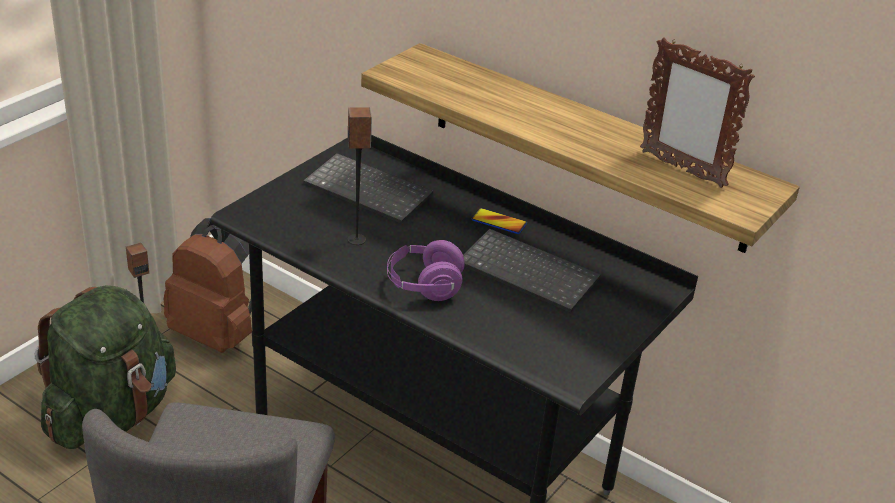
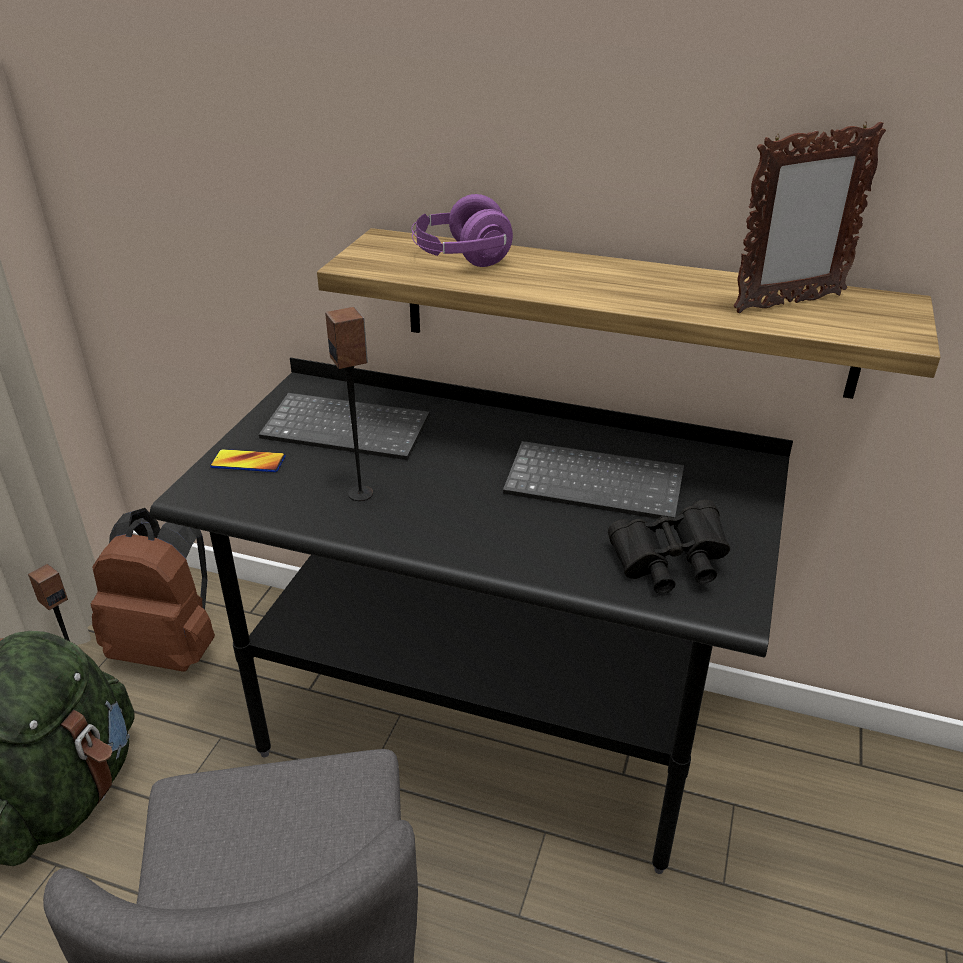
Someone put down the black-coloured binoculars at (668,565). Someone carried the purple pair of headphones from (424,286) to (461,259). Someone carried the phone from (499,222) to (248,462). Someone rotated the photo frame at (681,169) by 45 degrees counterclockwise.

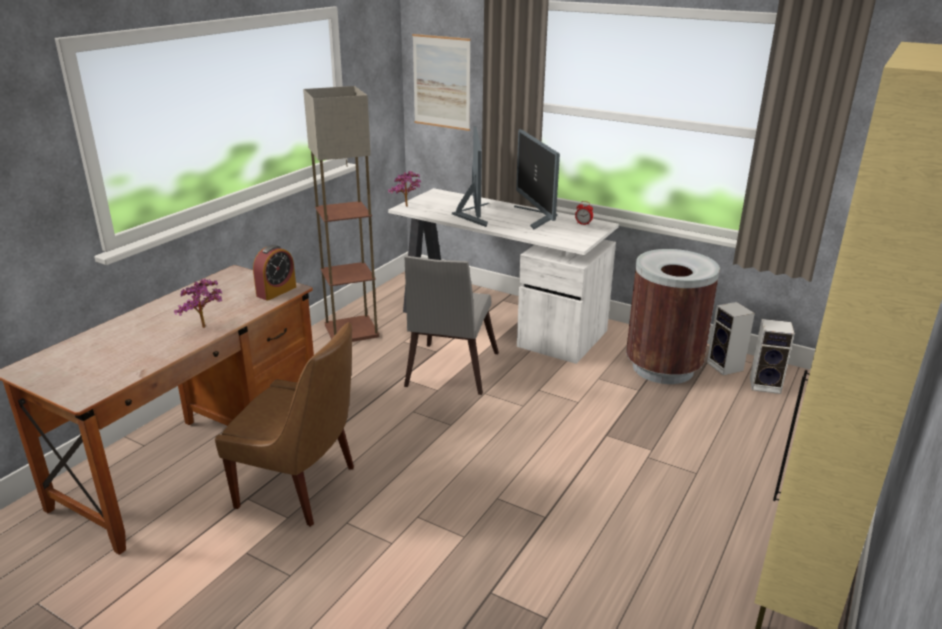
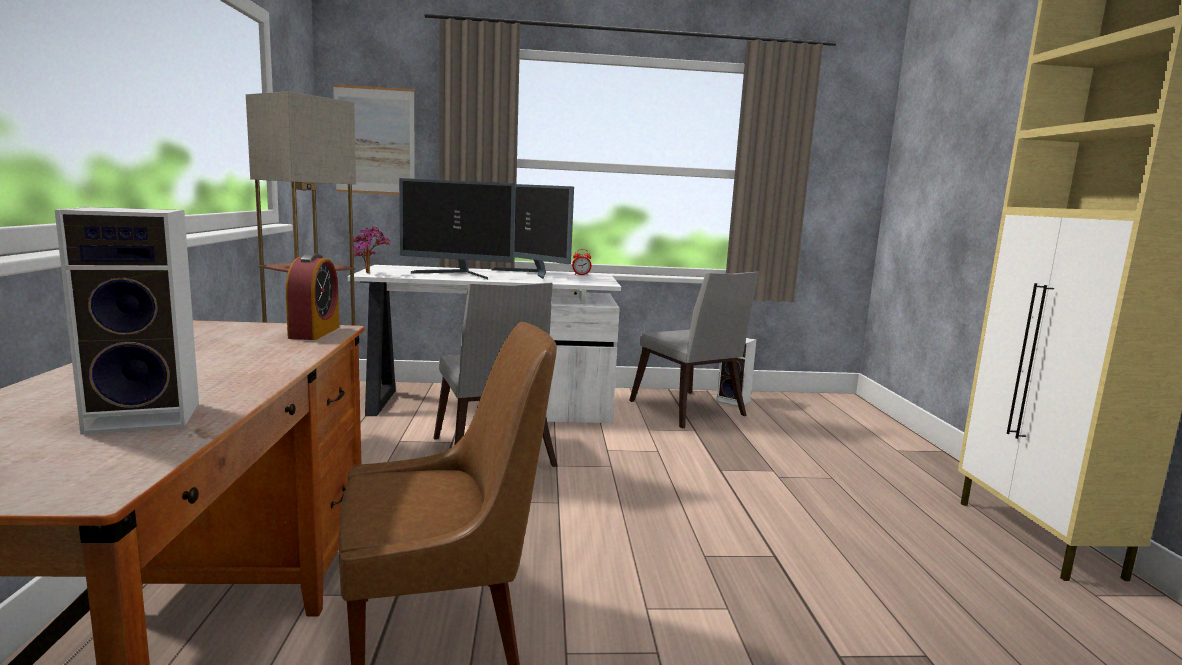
Someone took away the houseplant at (205,328). Someone carried the speaker from (766,385) to (149,416). Someone swapped the brown-coloured rubbish bin at (662,368) for the grey upright chair at (689,411). Someone rotated the computer display at (472,214) by 135 degrees clockwise.

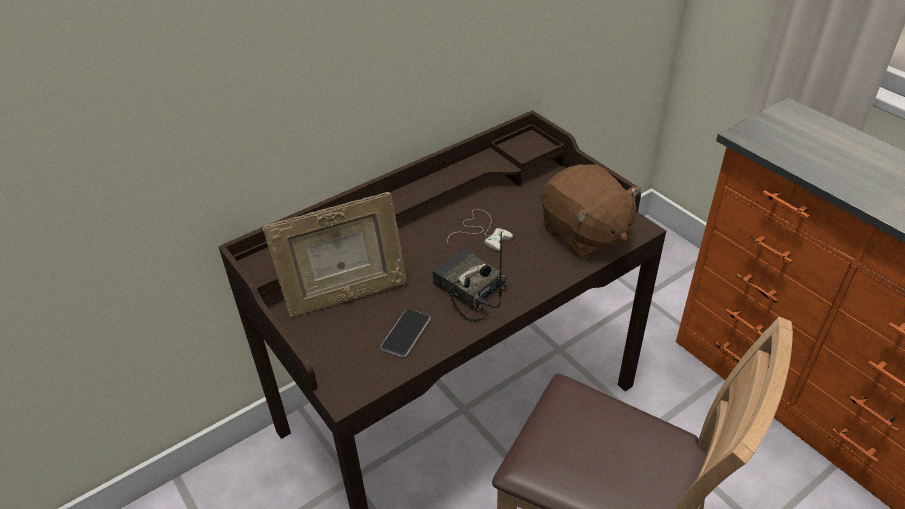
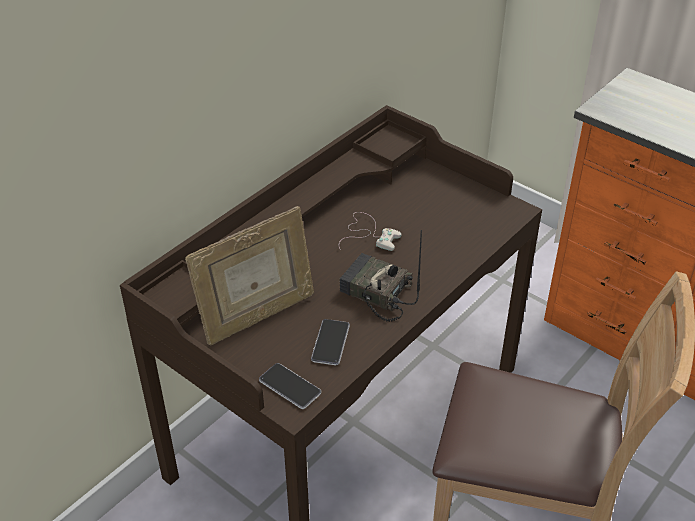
Someone took away the brown-coloured cuddly toy at (584,234). Someone put down the phone at (290,386).

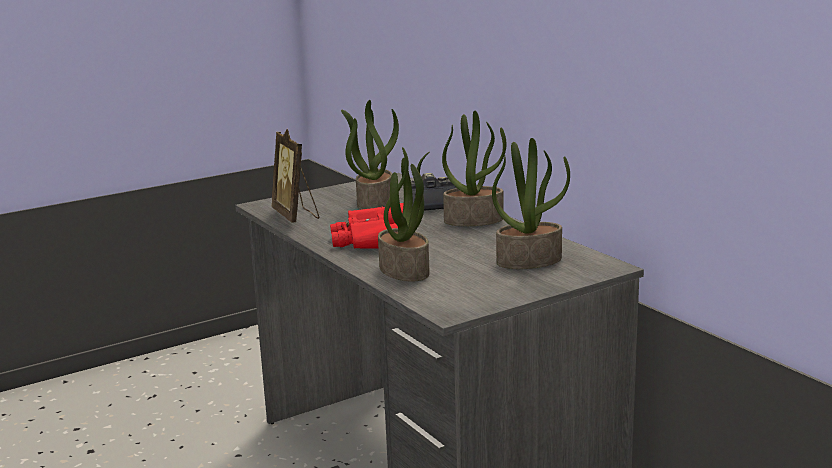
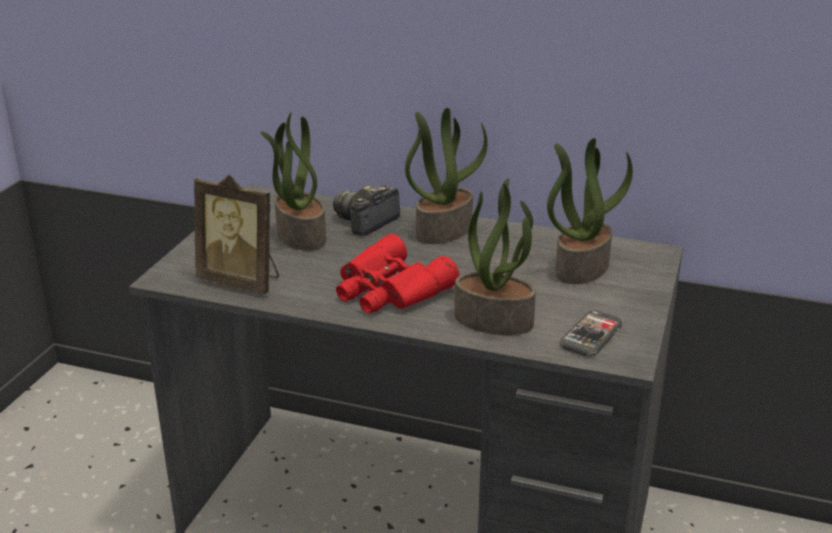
Someone put down the phone at (591,336).

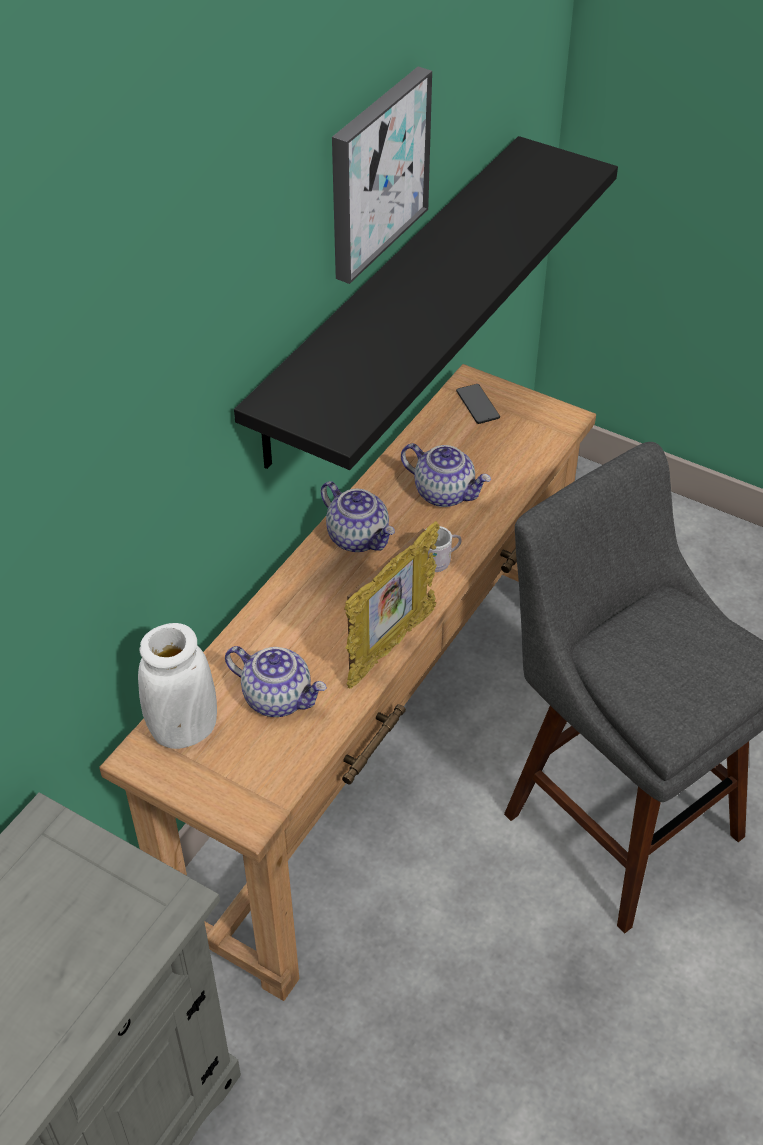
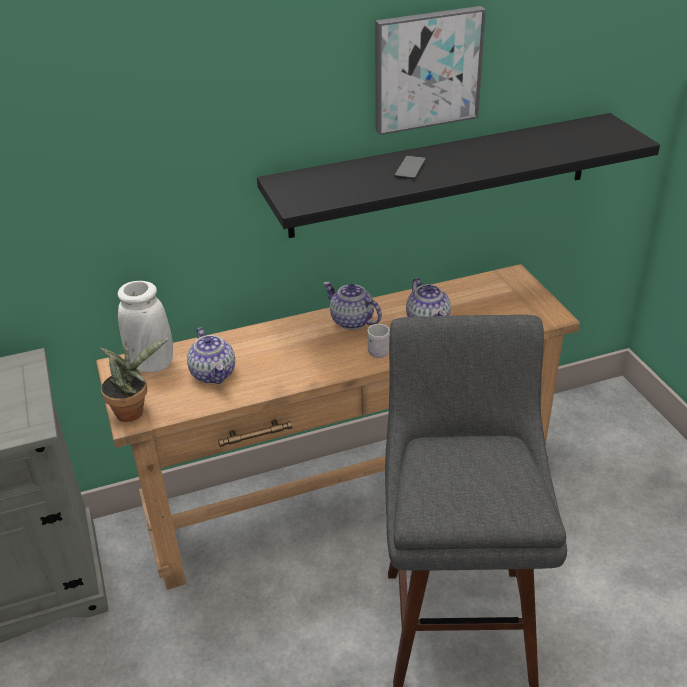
Someone took away the photo frame at (390,647). Someone put down the houseplant at (133,410). Someone carried the phone from (477,405) to (410,168). Someone rotated the teapot at (359,537) by 135 degrees clockwise.

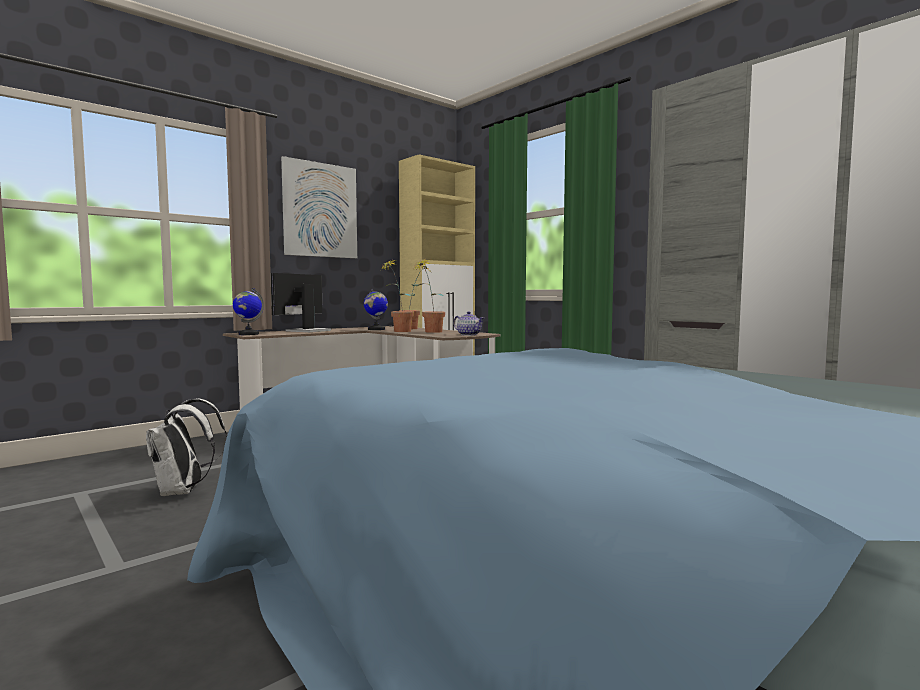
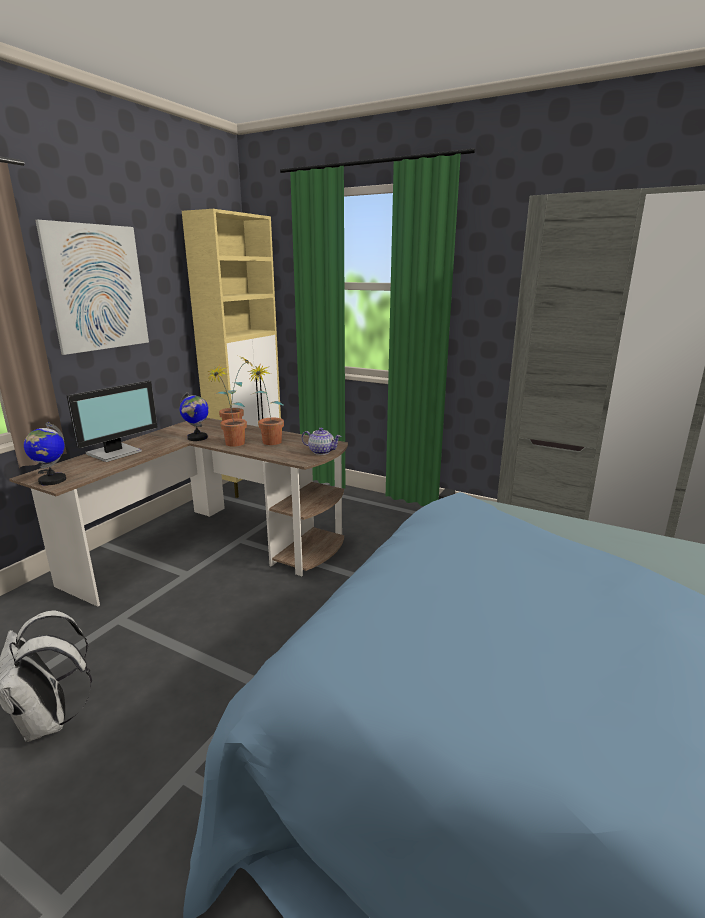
Someone rotated the computer display at (306,330) by 150 degrees counterclockwise.

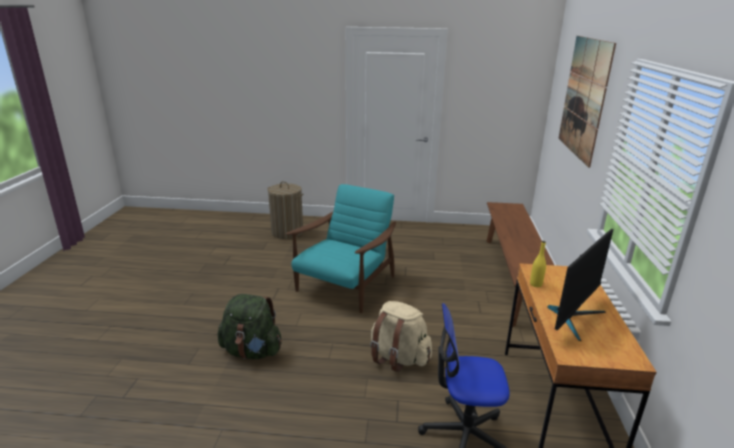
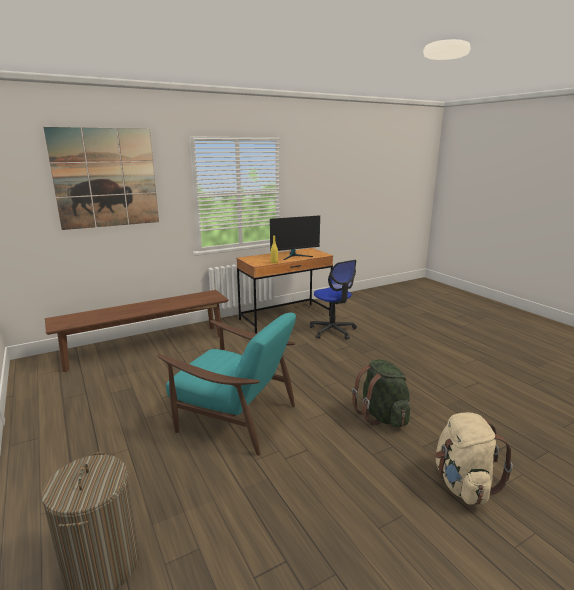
Someone carried the beige rucksack from (398,357) to (462,484). Someone rotated the blue-green lounge chair at (345,285) by 150 degrees counterclockwise. Someone rotated the computer display at (573,317) by 150 degrees clockwise.

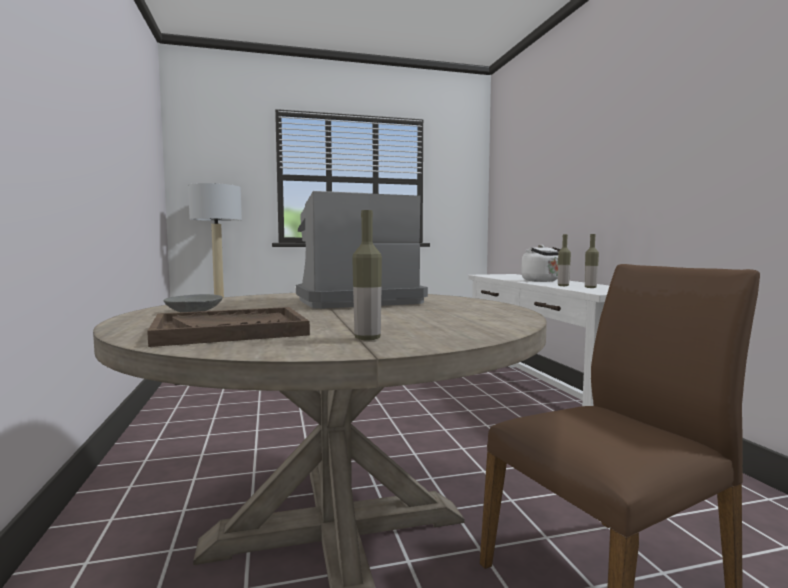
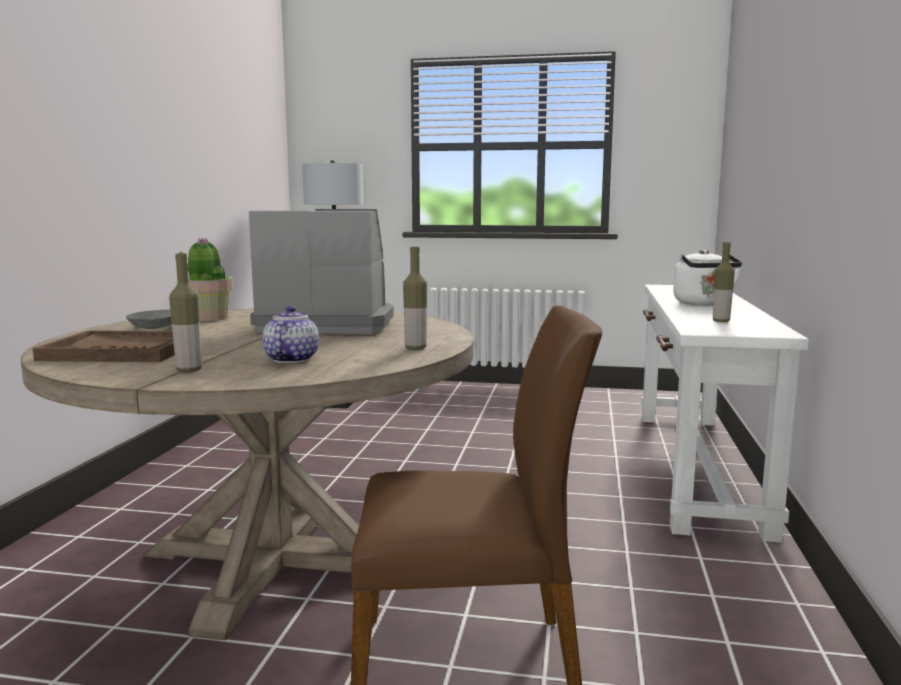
Someone put down the houseplant at (209,318). Someone put down the teapot at (290,359). Someone carried the drink bottle from (563,286) to (415,348).

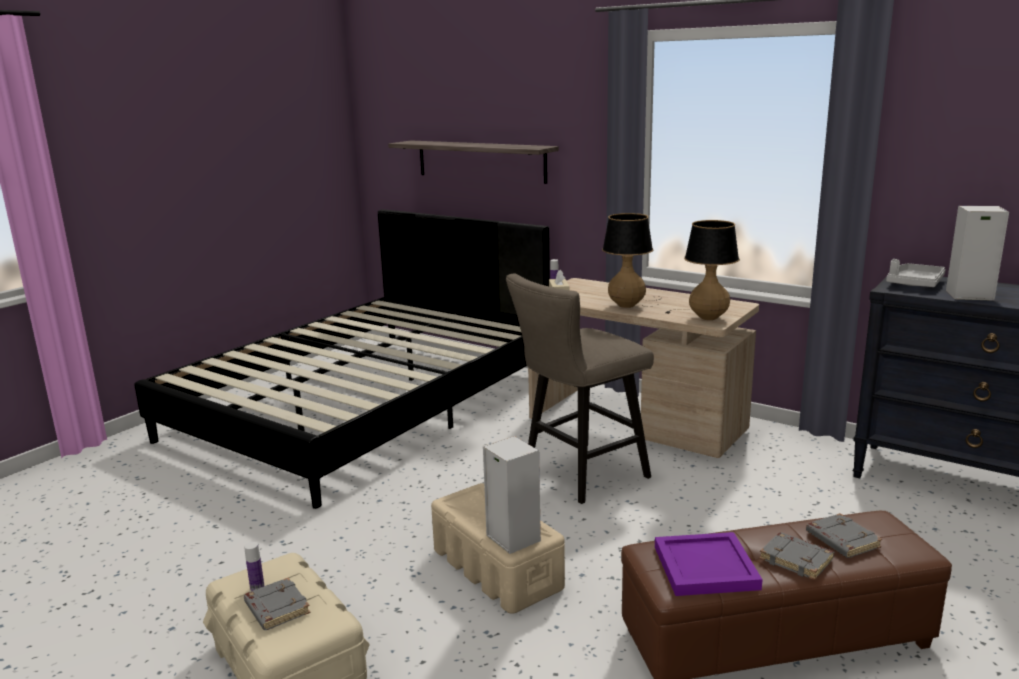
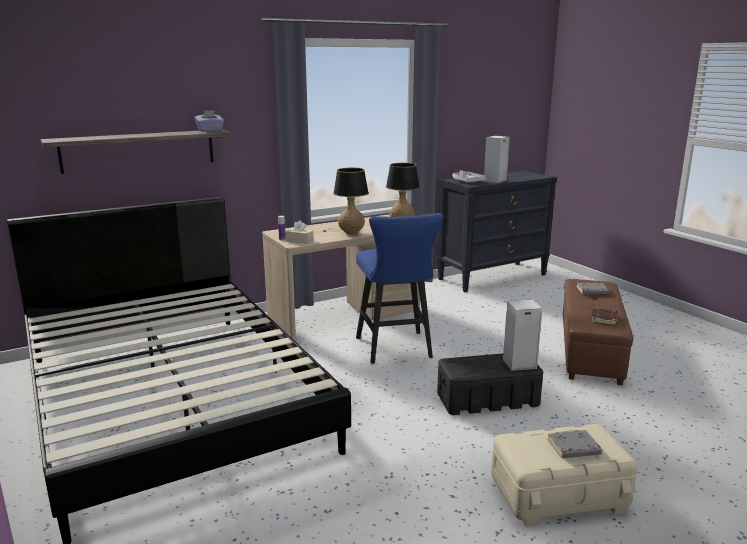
Someone took away the drink bottle at (257,588). Someone took away the grey bound book at (797,560). Someone put down the purple tissue holder at (210,130). Someone swapped the purple carrying tray at (704,568) for the brown-coloured bound book at (604,319). Someone repainted the beige storage container at (497,569), which became the black-coloured storage container at (488,400). Someone repainted the beige stool seat at (578,476), which became the blue-coloured stool seat at (396,350).

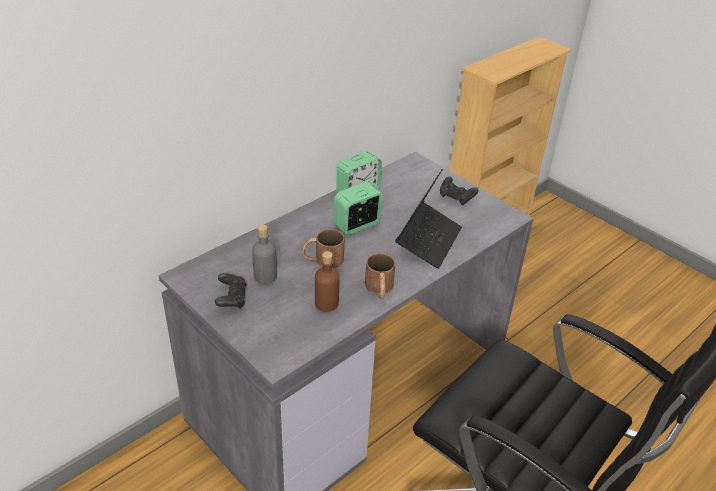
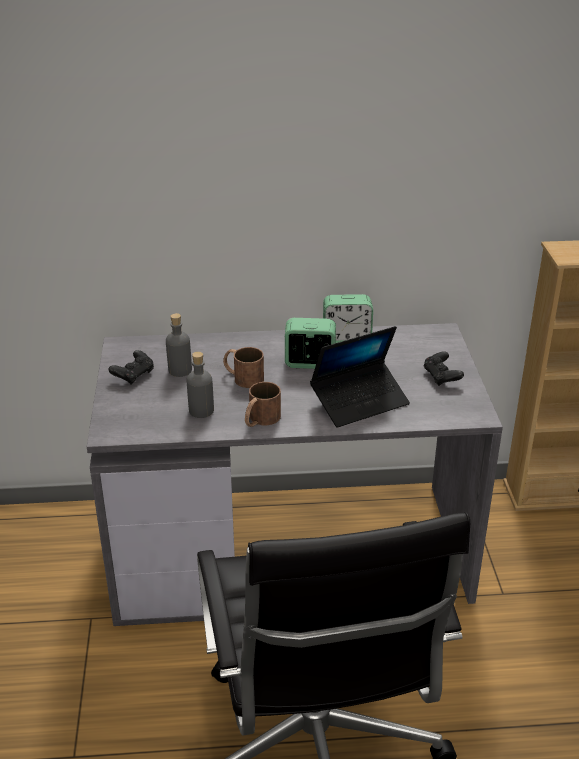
Someone repainted the brown-coloured drink bottle at (326,303), which became the grey drink bottle at (201,411).

